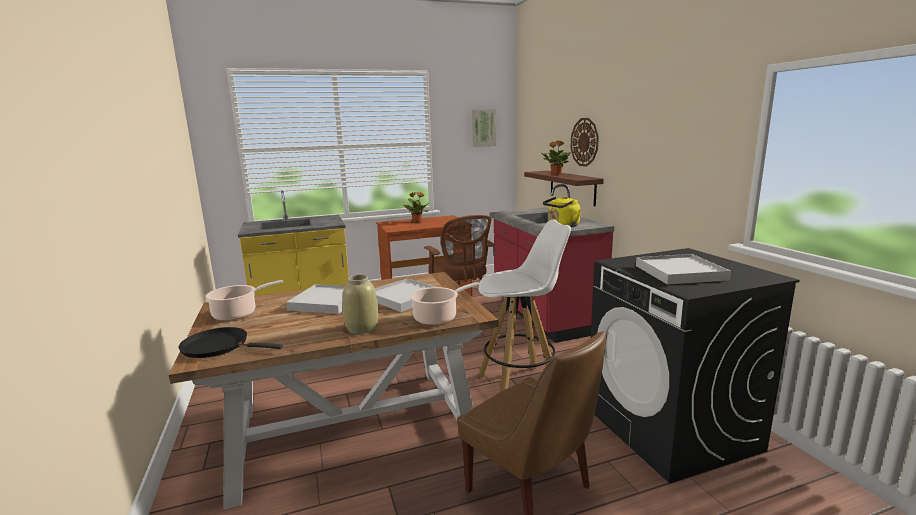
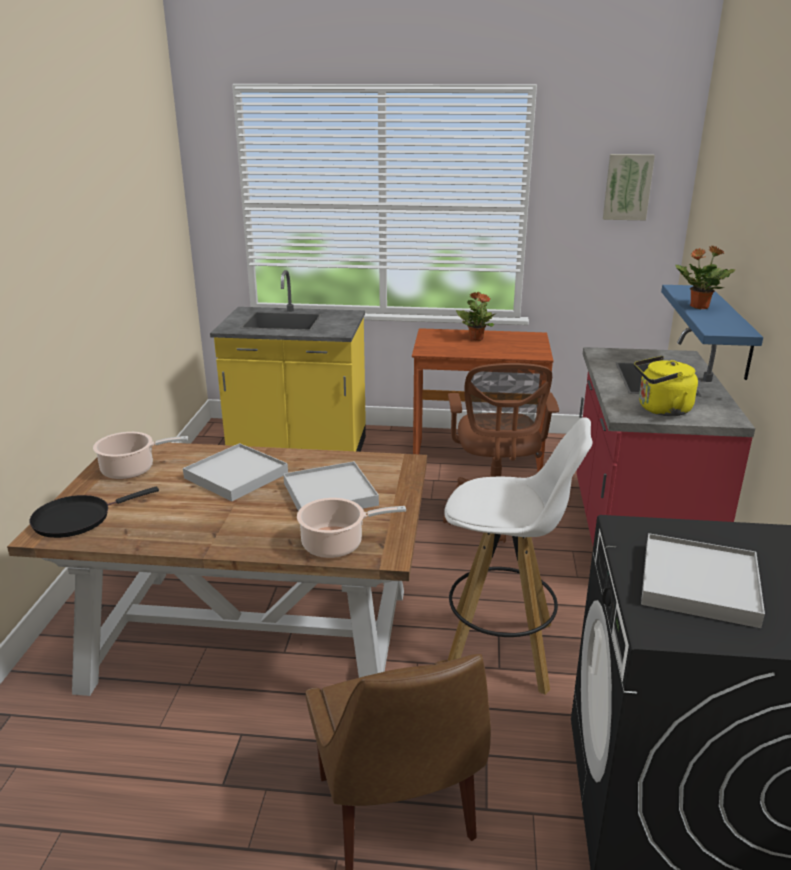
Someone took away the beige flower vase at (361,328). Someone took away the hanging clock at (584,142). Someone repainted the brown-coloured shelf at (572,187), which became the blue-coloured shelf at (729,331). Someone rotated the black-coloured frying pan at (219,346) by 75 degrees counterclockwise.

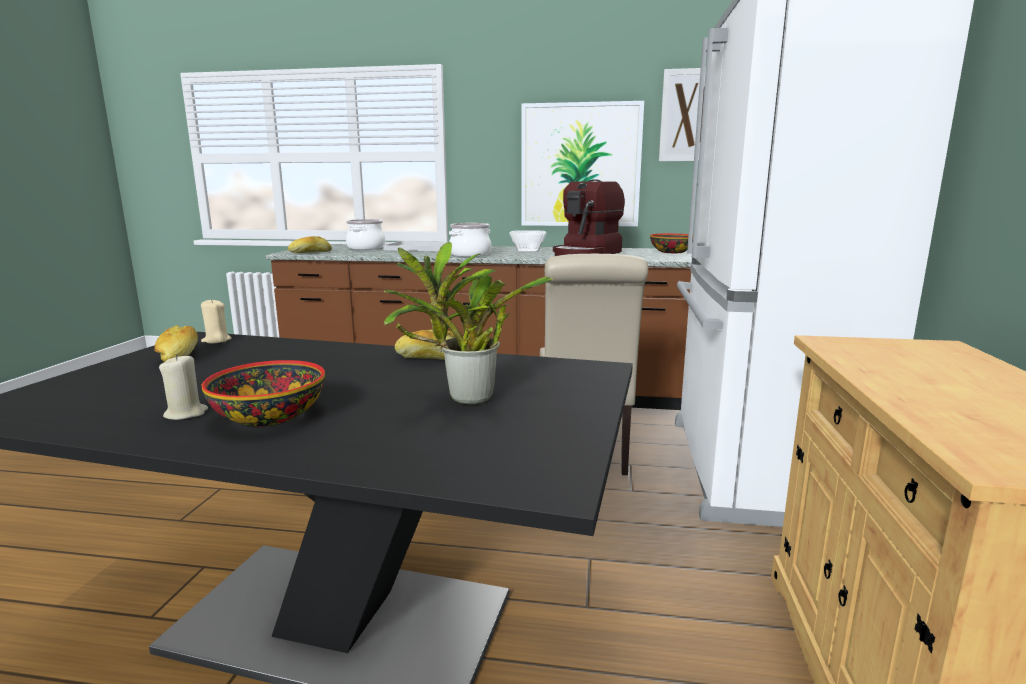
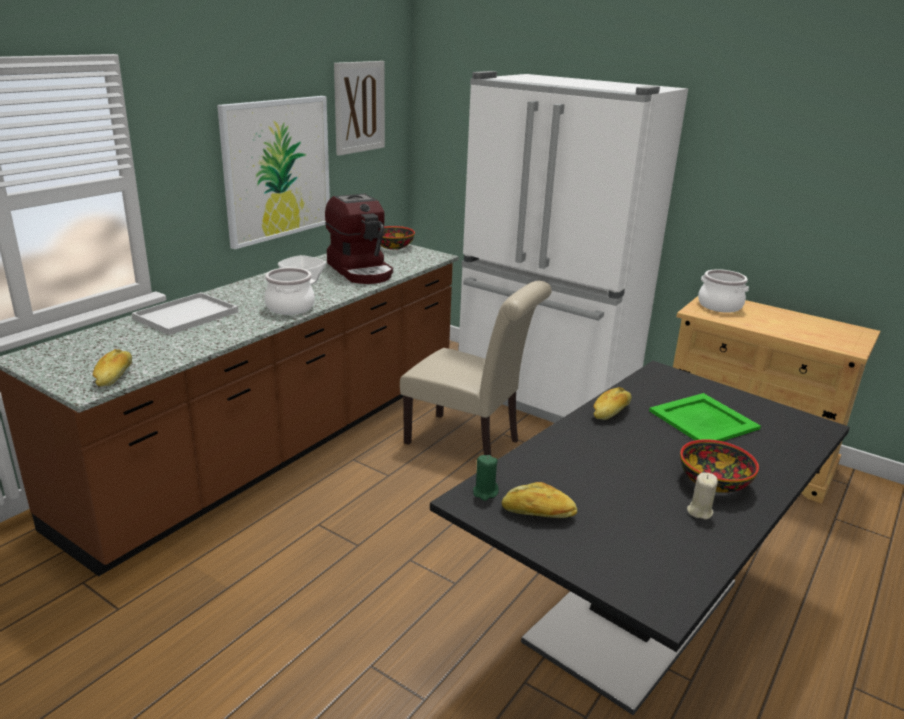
Someone carried the saucepot from (365,248) to (719,306). Someone swapped the houseplant at (465,400) for the greenish carrying tray at (704,420). Someone repainted the beige candle at (216,340), which became the greenish candle at (485,492).

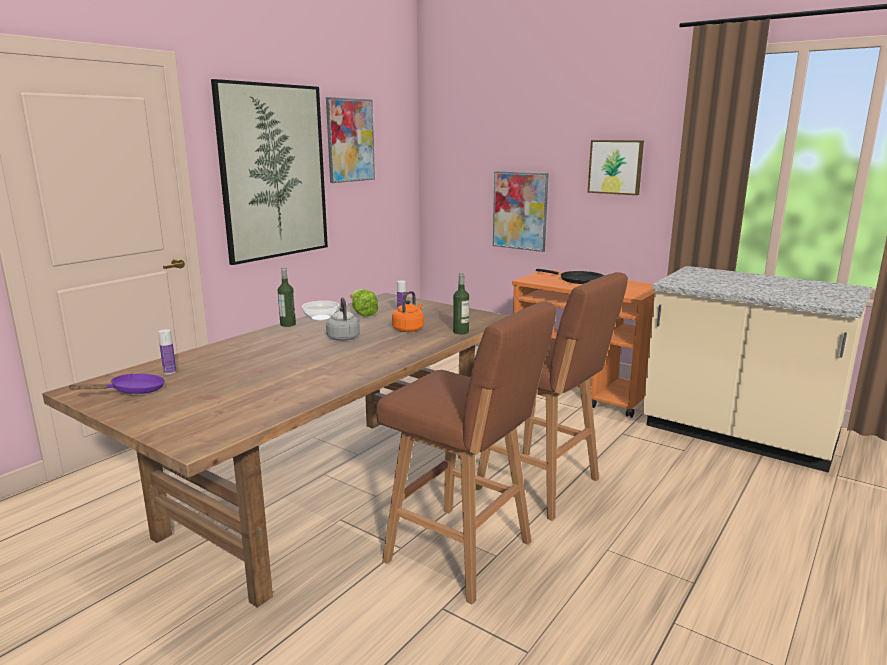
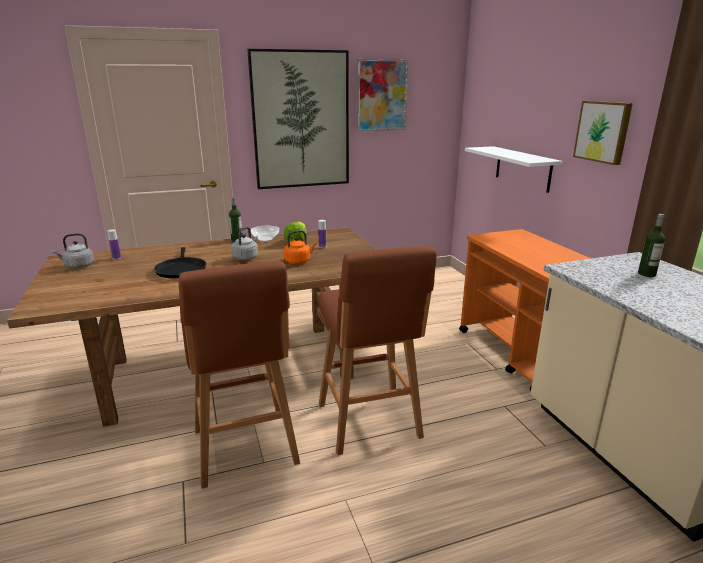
Someone carried the drink bottle from (461,332) to (646,274). Someone carried the black-coloured frying pan from (578,280) to (181,269). Someone swapped the purple frying pan at (132,391) for the grey tea kettle at (78,266). Someone swapped the picture at (520,211) for the white-coloured shelf at (523,168).

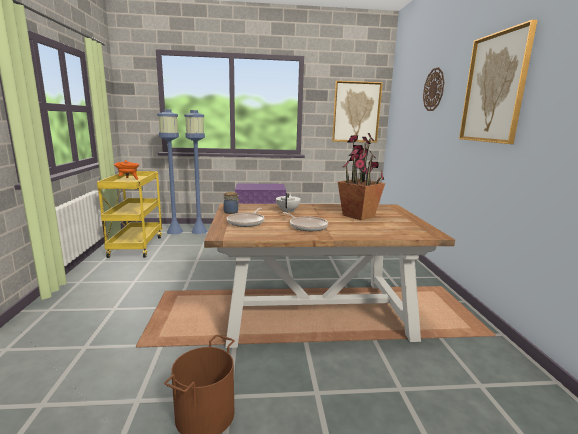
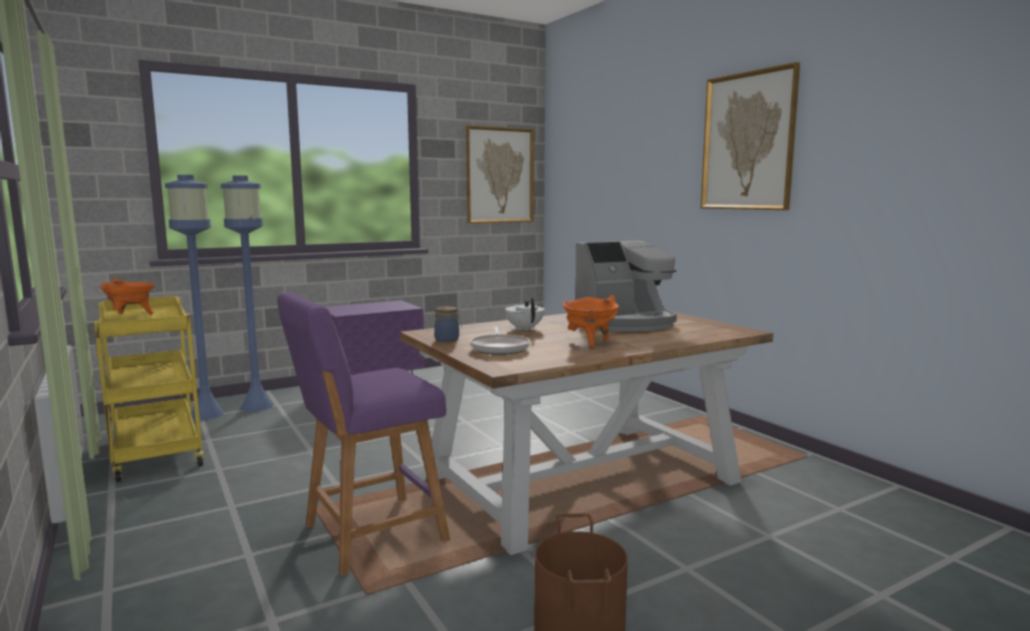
Someone took away the hanging clock at (434,89). Someone put down the purple stool seat at (368,535). Someone swapped the frying pan at (307,226) for the orange saucepot at (589,342). Someone swapped the houseplant at (358,216) for the coffee brewer at (625,323).

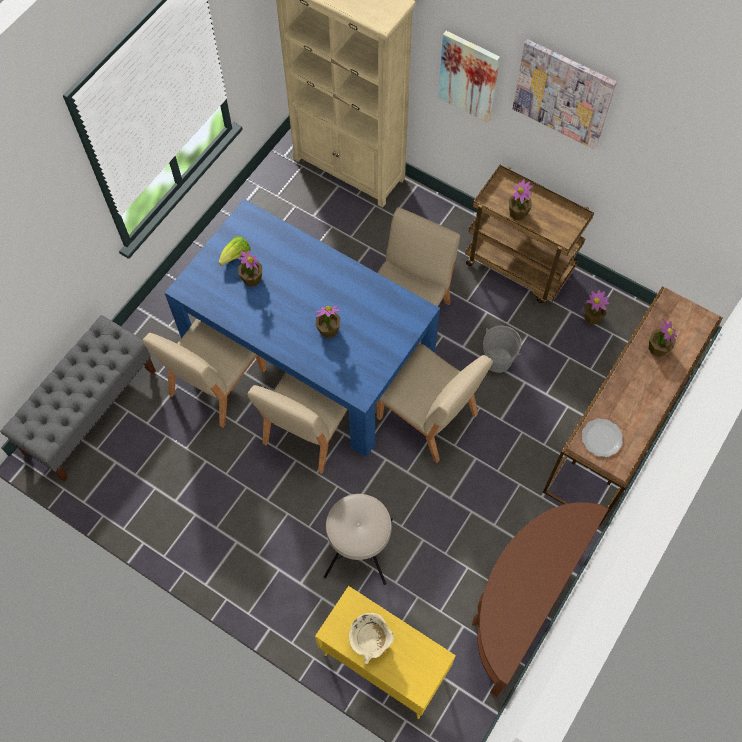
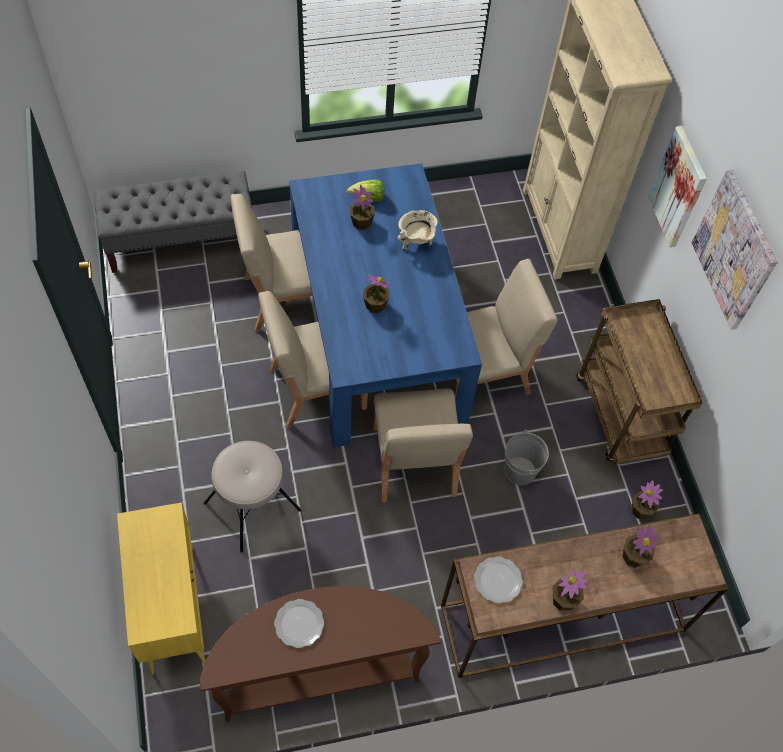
Someone put down the dinner plate at (299,623). Someone carried the beige saucepot from (370,642) to (416,242). Someone carried the houseplant from (518,213) to (563,600).

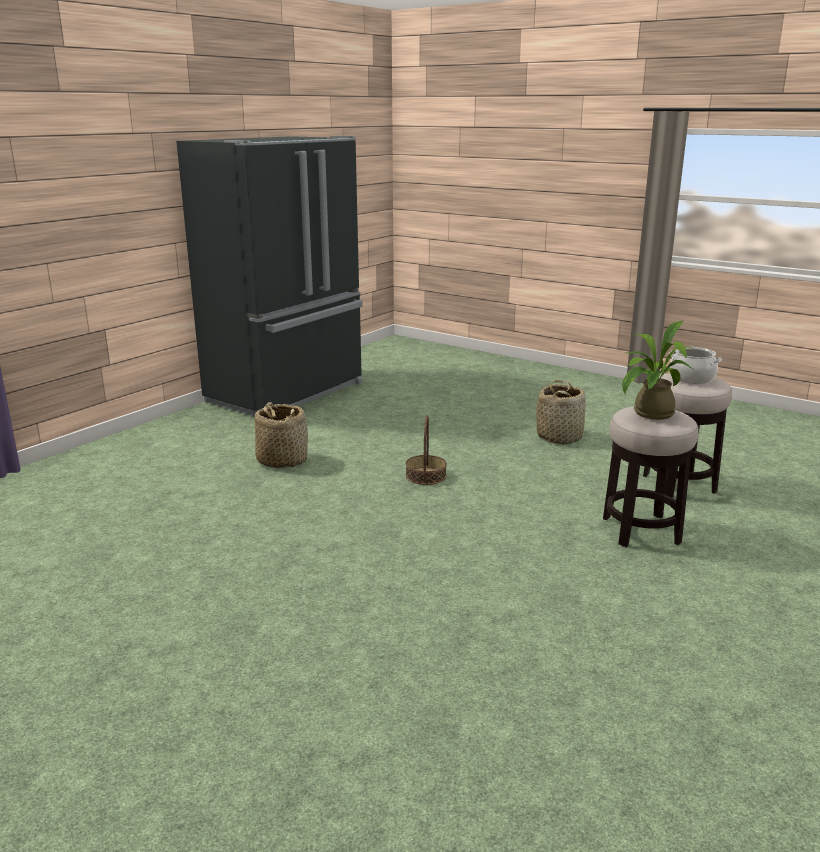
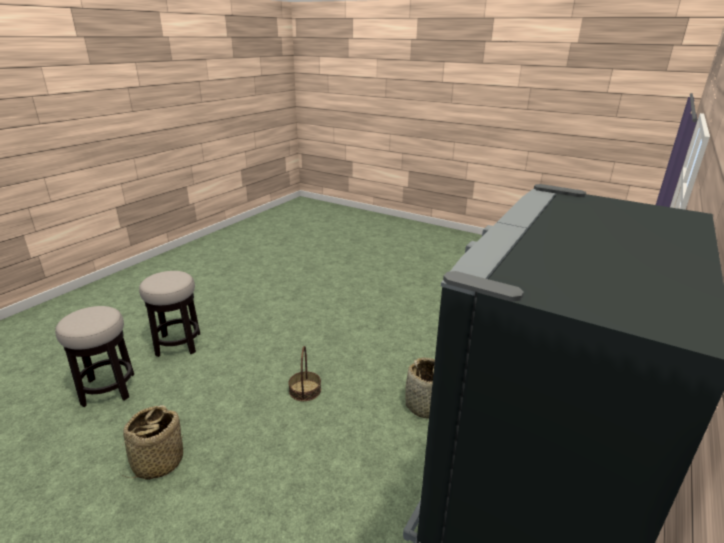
Someone took away the houseplant at (649,414). Someone took away the saucepot at (692,378).

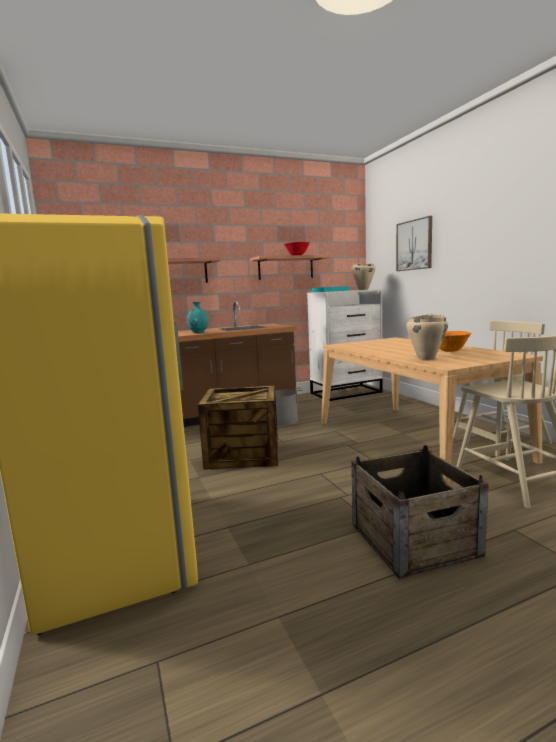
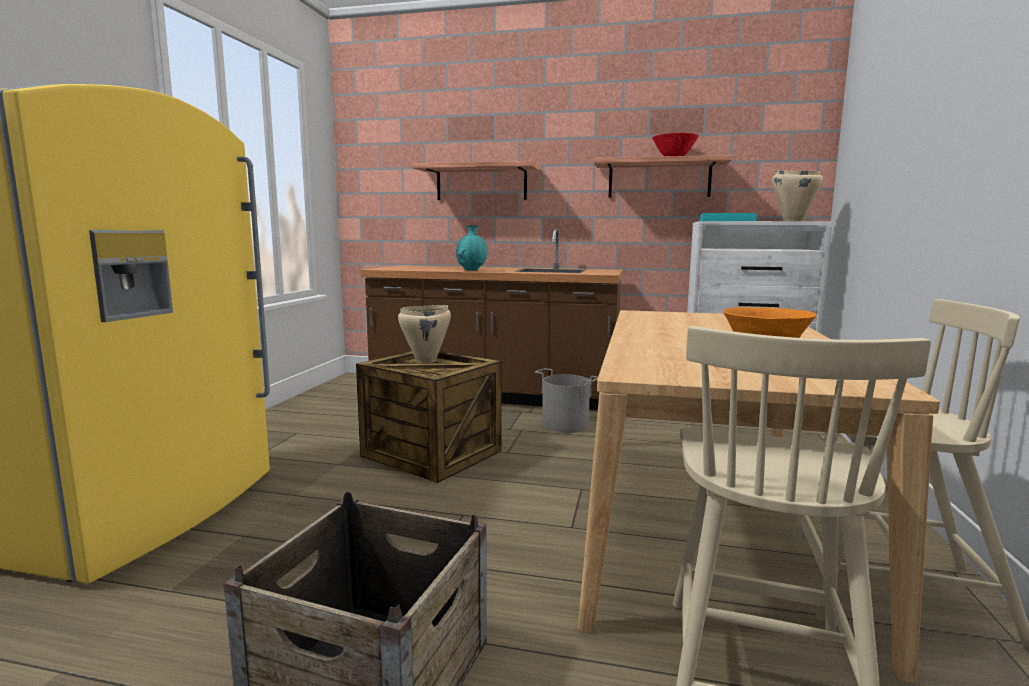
Someone took away the picture at (414,245). Someone carried the beige saucepot from (426,359) to (426,360).

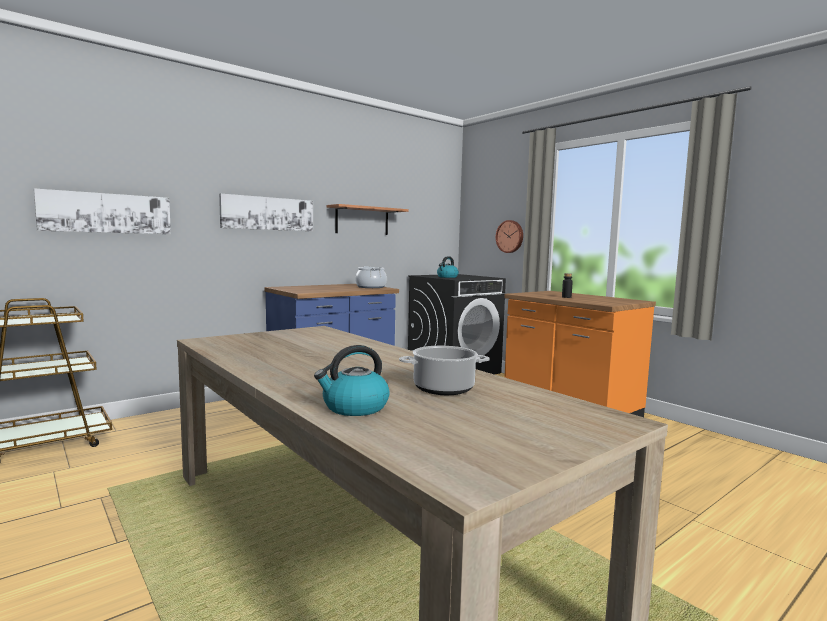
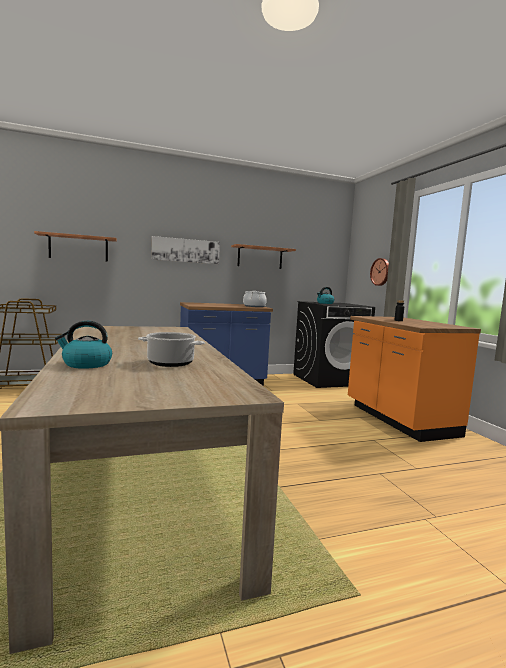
Someone swapped the picture at (106,213) for the shelf at (78,248).

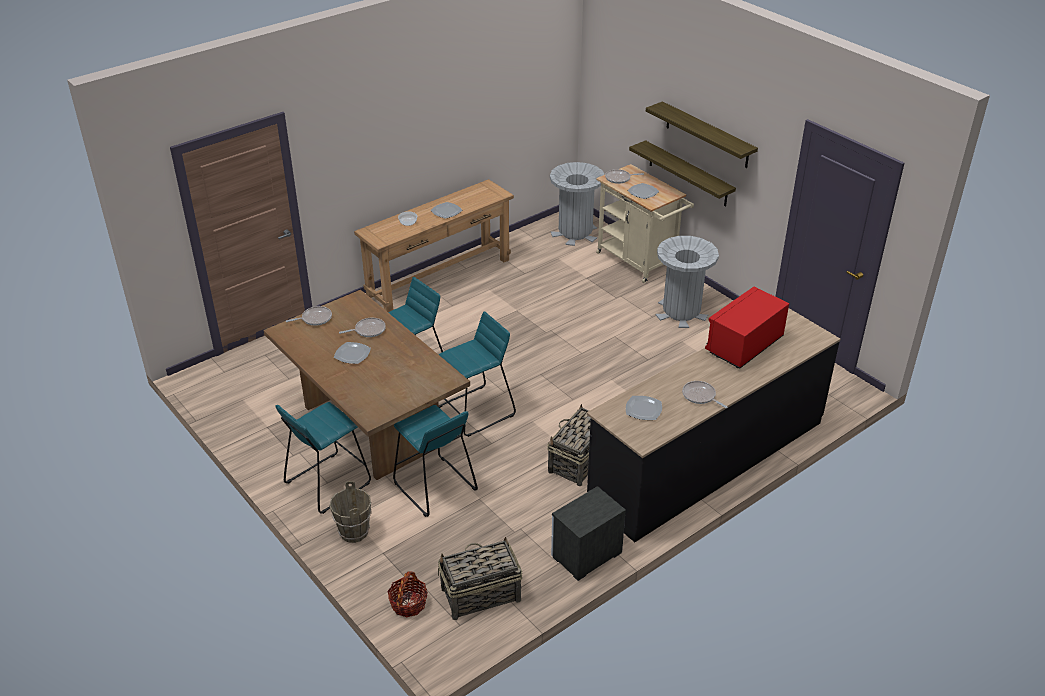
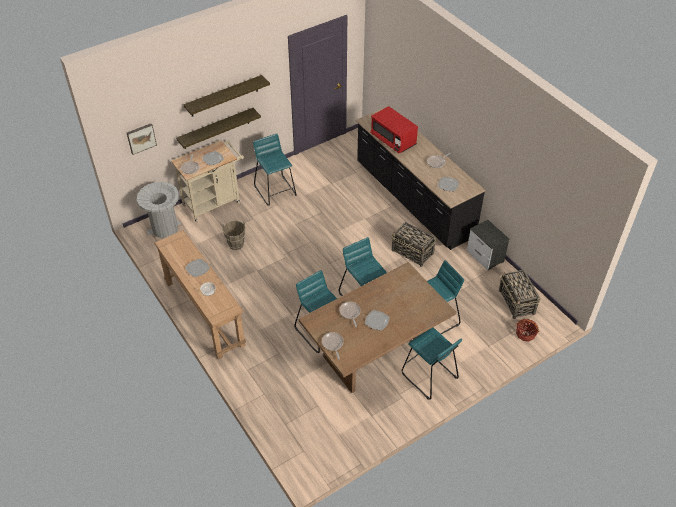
Someone put up the picture at (141,138). Someone carried the brown-coloured water bucket from (353,532) to (236,244). Someone swapped the grey rubbish bin at (681,312) for the blue-green stool seat at (275,190).

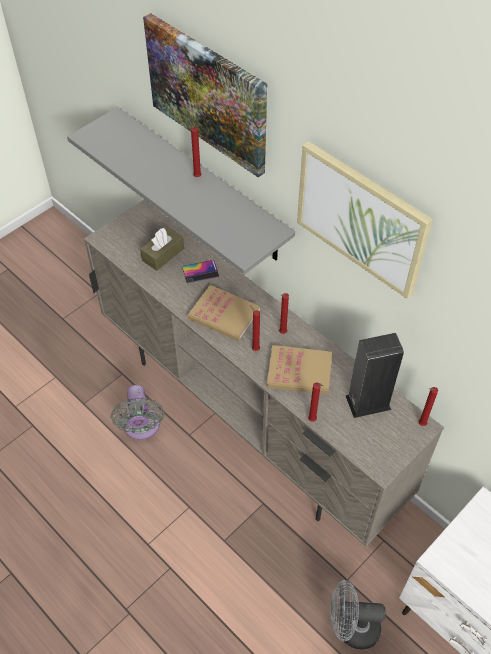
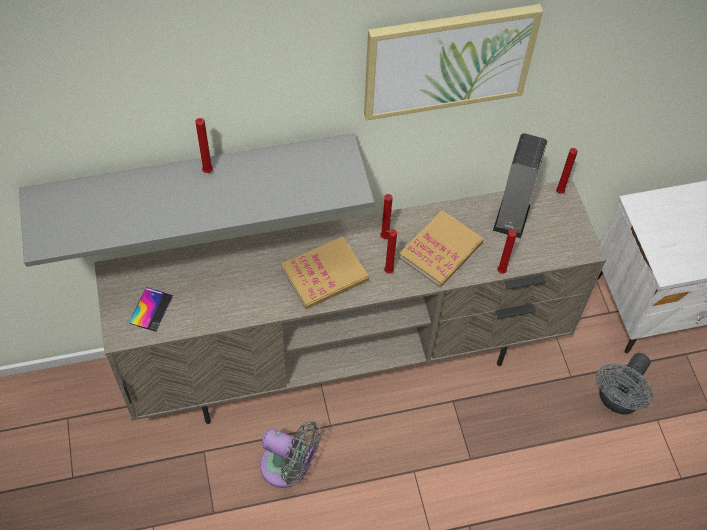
Someone took away the brown-coloured tissue holder at (163,254). Someone took away the picture at (208,93). Someone carried the phone from (200,271) to (151,309).

